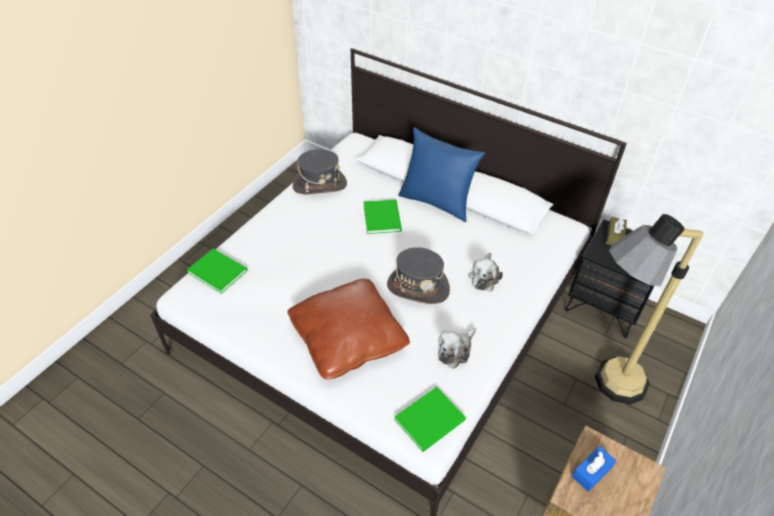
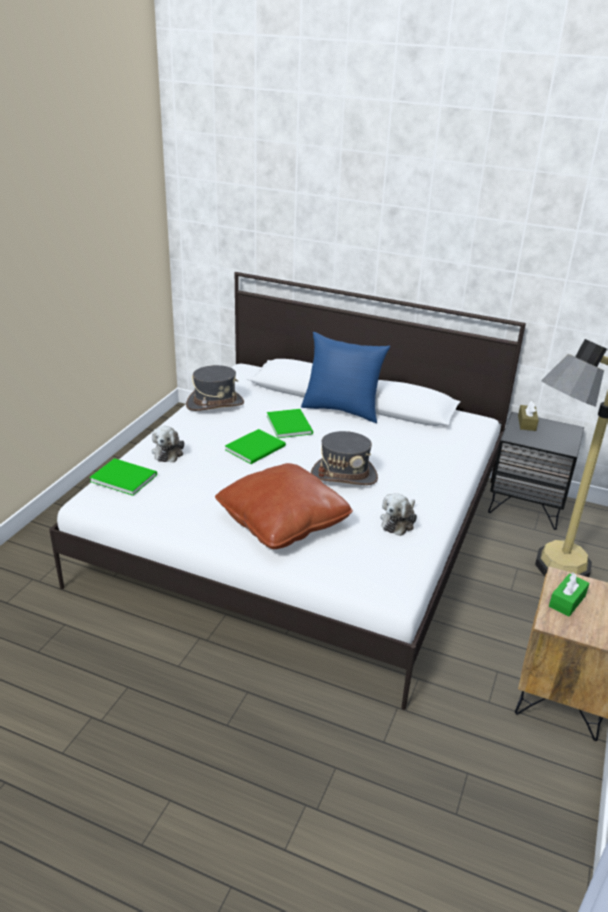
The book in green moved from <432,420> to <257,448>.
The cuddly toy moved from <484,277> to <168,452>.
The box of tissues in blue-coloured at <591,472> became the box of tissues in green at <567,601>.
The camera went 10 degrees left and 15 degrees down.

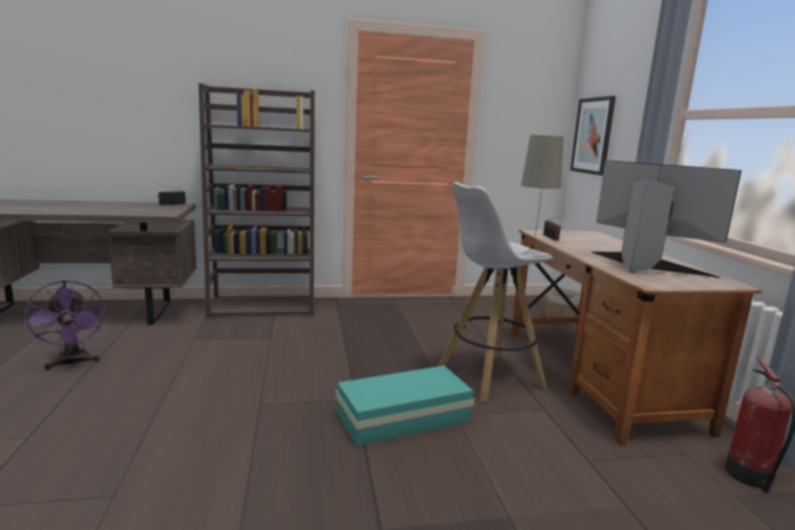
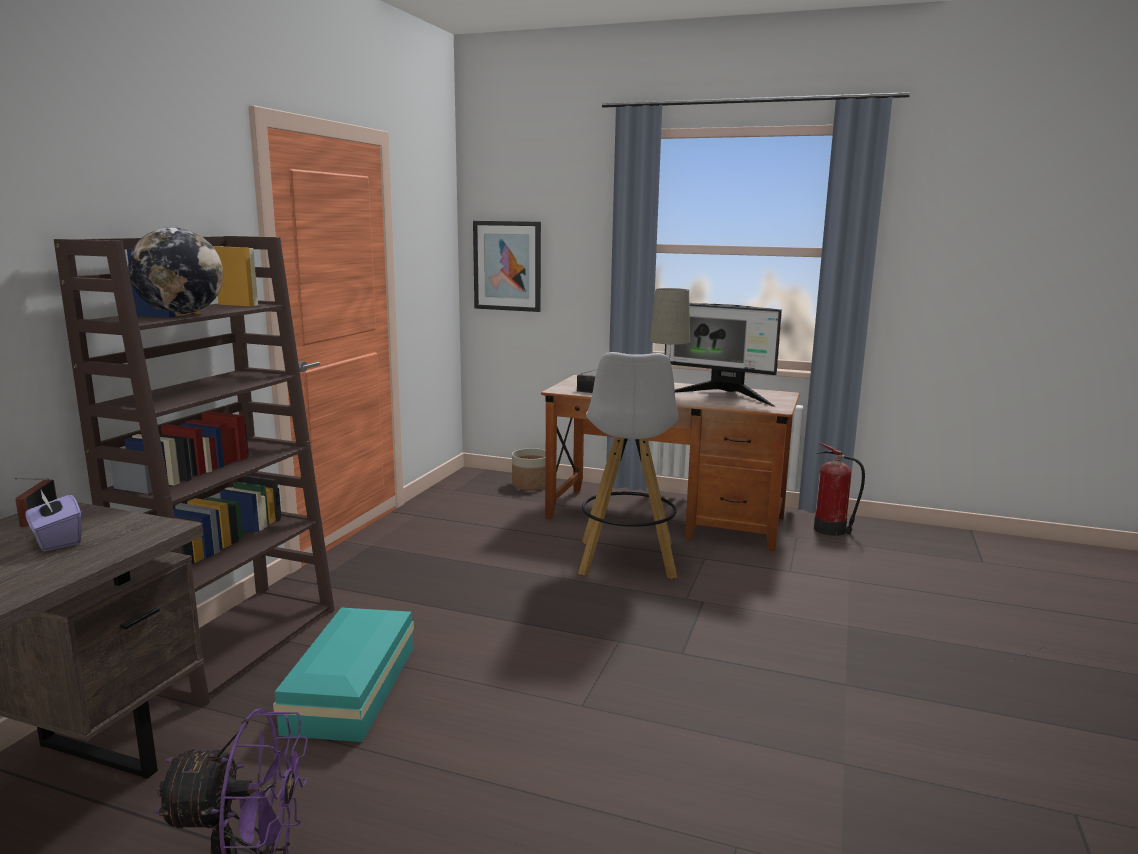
The box of tissues in purple at <57,540> appeared.
The globe at <181,314> appeared.
The storage container in turquoise-coloured moved from <406,418> to <355,687>.
The computer display at <644,266> turned 135 degrees counterclockwise.
The camera went 60 degrees left and 0 degrees up.

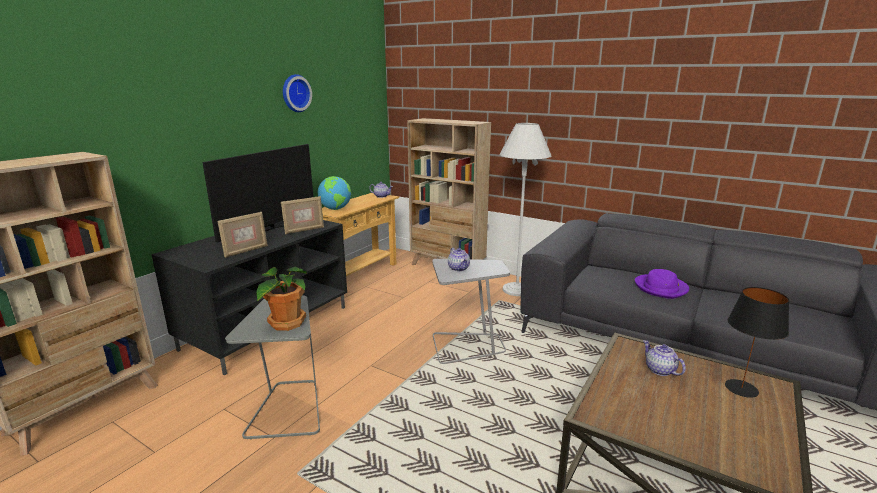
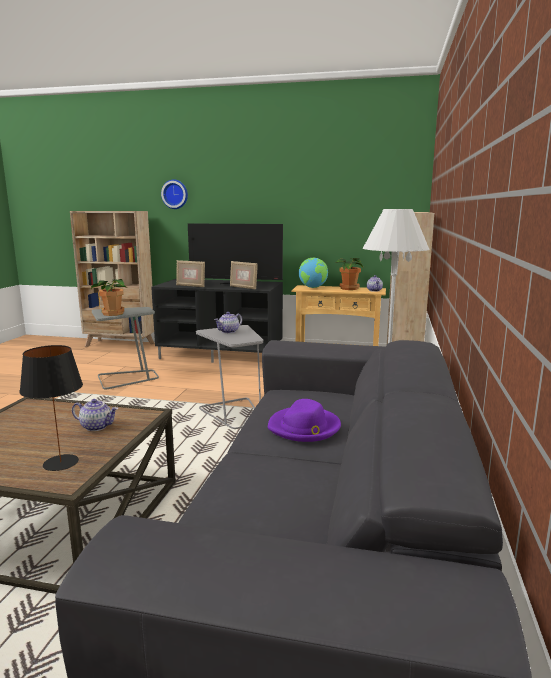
The plant in a pot at <348,288> appeared.
The hanging clock moved from <295,93> to <175,194>.
The tea pot at <659,370> turned 60 degrees clockwise.
The camera went 70 degrees right and 5 degrees down.

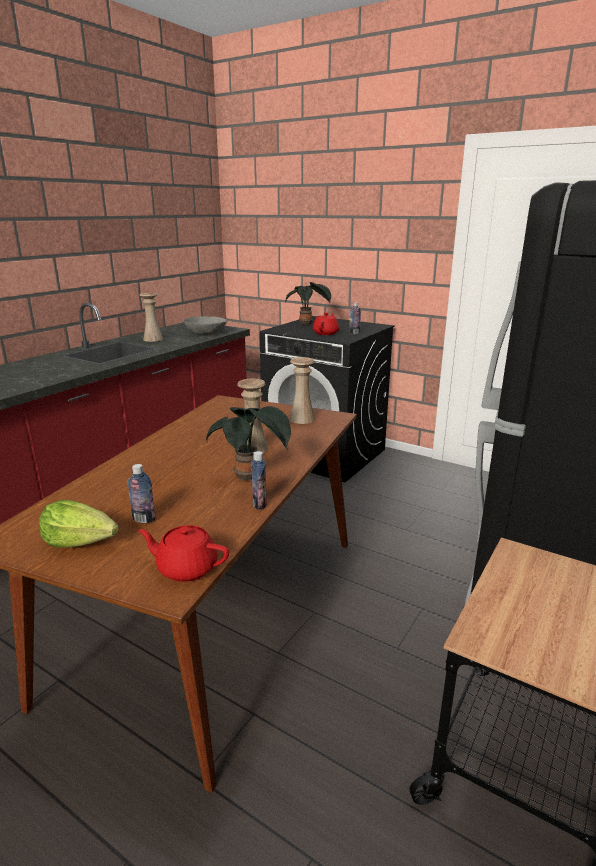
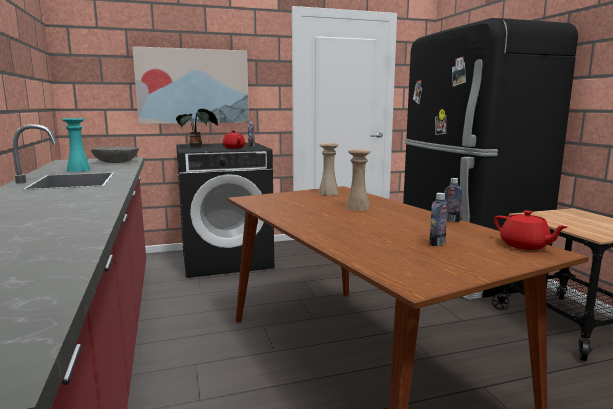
The head of lettuce at <80,541> disappeared.
The plant in a pot at <250,477> disappeared.
The picture at <193,86> appeared.
The vase in sand-coloured at <153,339> became the vase in turquoise-coloured at <79,170>.
The tea pot in red at <186,568> turned 90 degrees counterclockwise.
The camera went 50 degrees left and 10 degrees down.

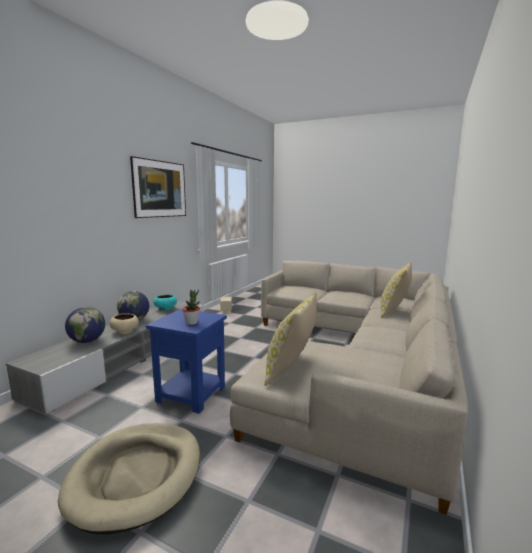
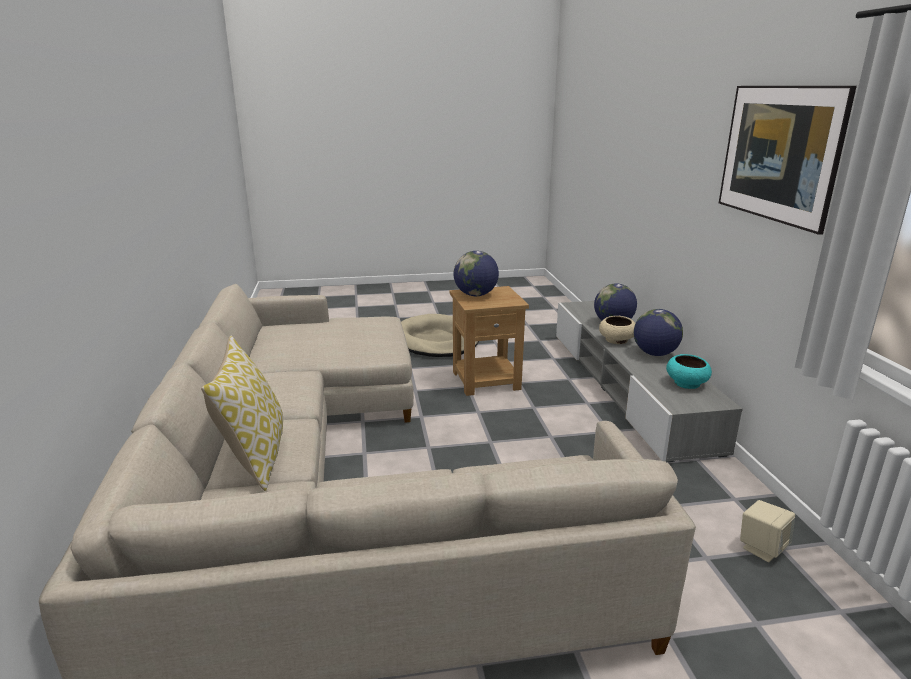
The pillow at <290,369> disappeared.
The plant in a pot at <191,323> was replaced by the globe at <475,295>.
The side table in blue-coloured at <190,394> became the side table in brown at <487,380>.
The camera went 145 degrees right and 10 degrees up.

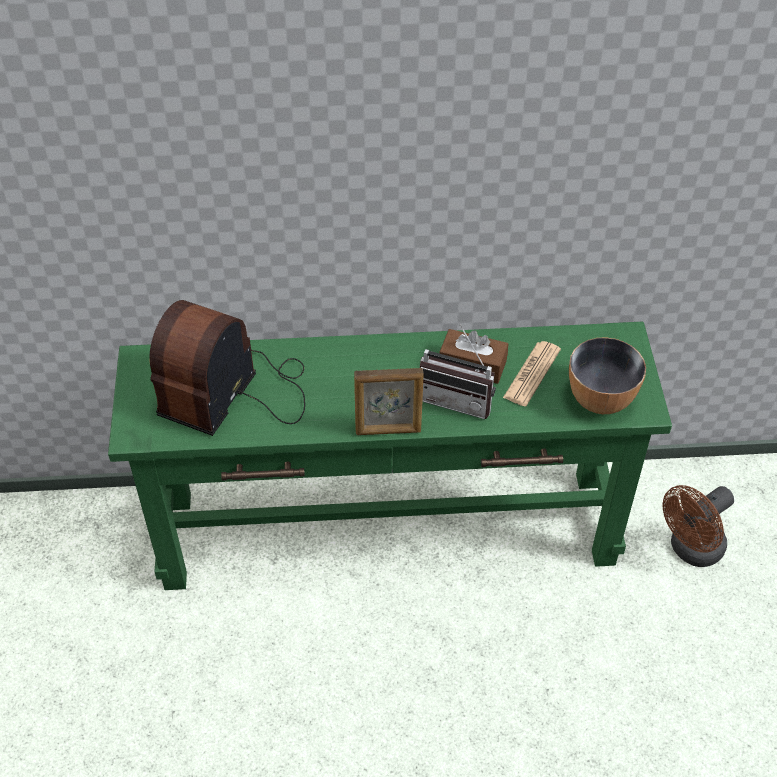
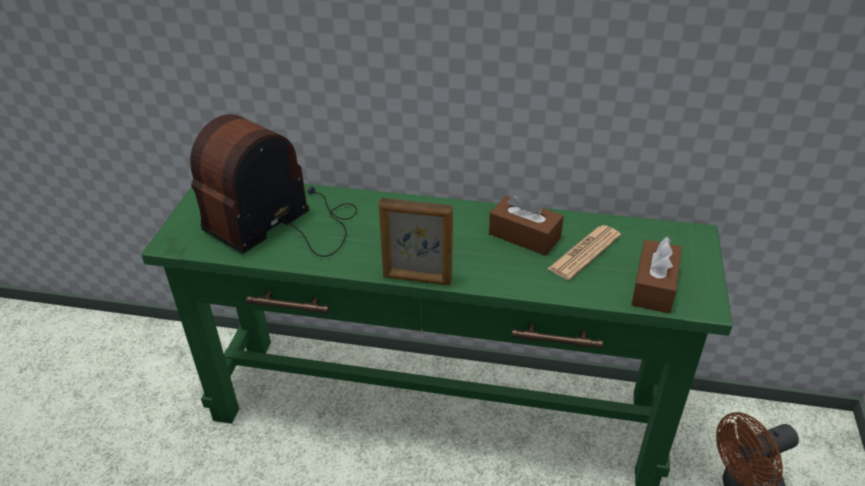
The radio set at <458,399> disappeared.
The bowl at <600,399> was replaced by the box of tissues in brown at <654,286>.
The camera went 15 degrees right and 10 degrees down.

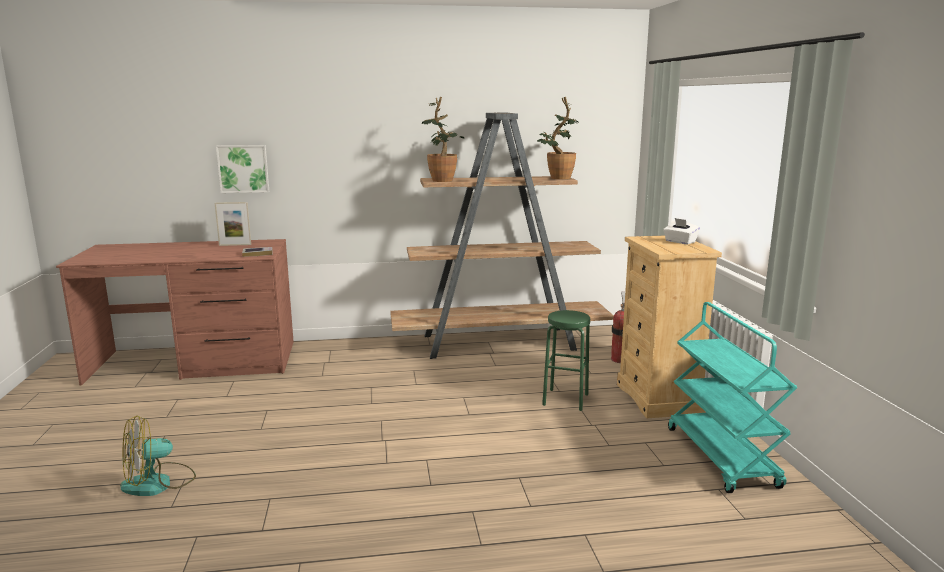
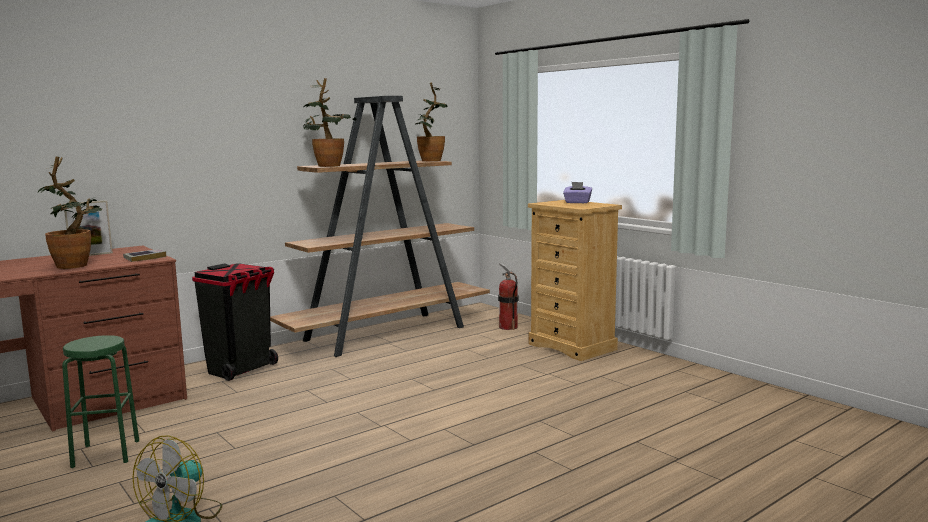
The picture at <243,168> disappeared.
The wheeled cart in turquoise-coloured at <722,457> disappeared.
The plant in a pot at <77,264> appeared.
The trash can in blackish at <240,369> appeared.
The sitting stool in green moved from <565,399> to <106,453>.
The box of tissues in whitish at <680,242> became the box of tissues in purple at <577,202>.
The camera went 30 degrees left and 5 degrees down.

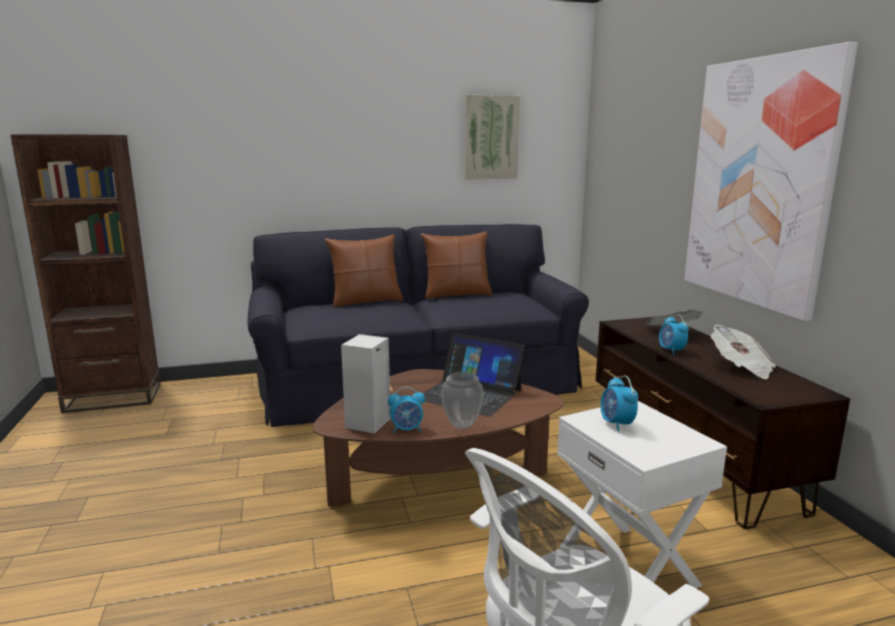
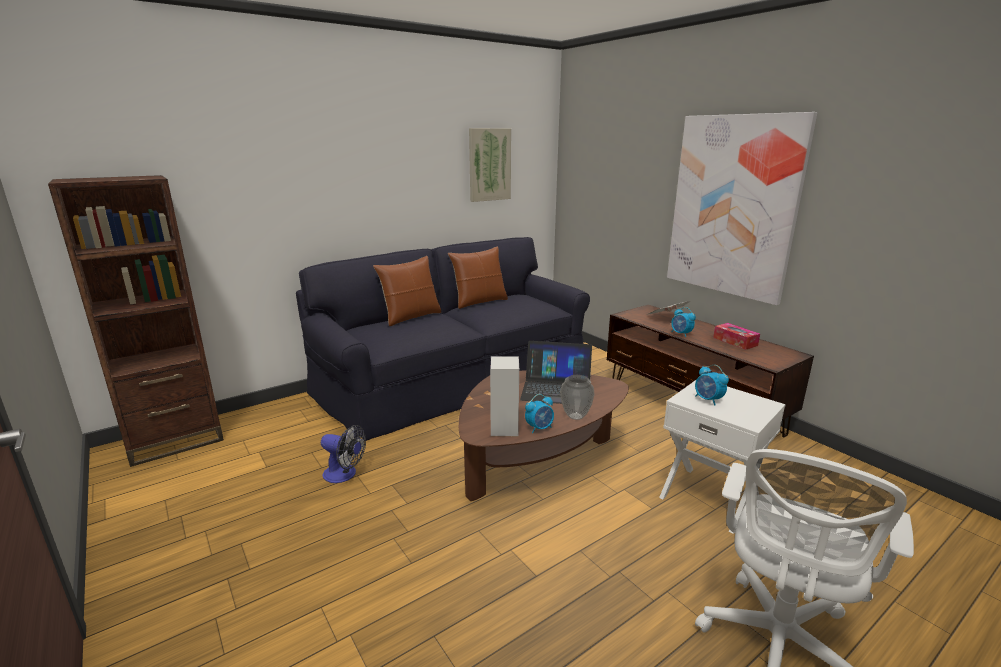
The cooling fan at <345,474> appeared.
The printed paper at <741,367> was replaced by the box of tissues at <735,341>.
The camera went 20 degrees left and 5 degrees up.

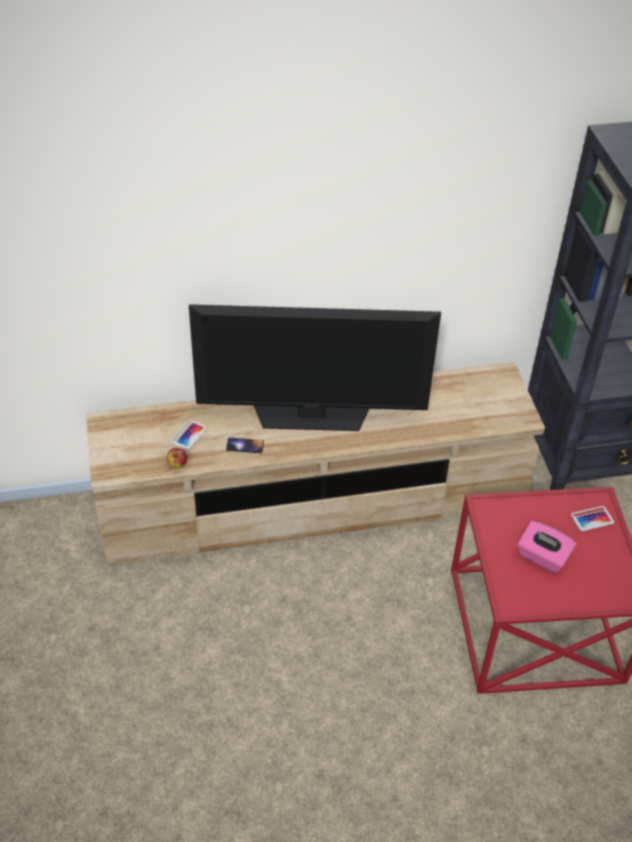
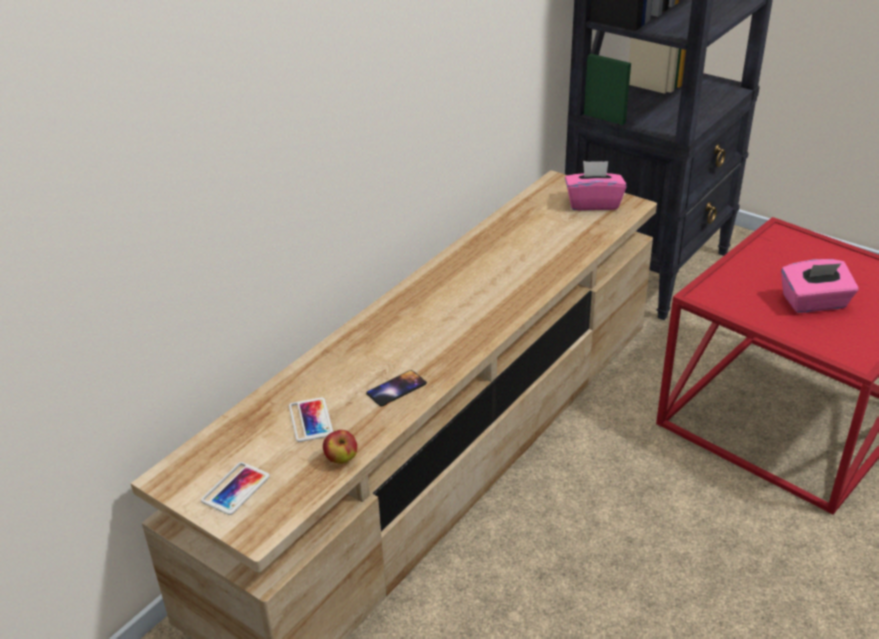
The TV at <311,415> disappeared.
The box of tissues in pinkish at <593,203> appeared.
The phone moved from <592,519> to <235,488>.
The camera went 40 degrees left and 10 degrees down.

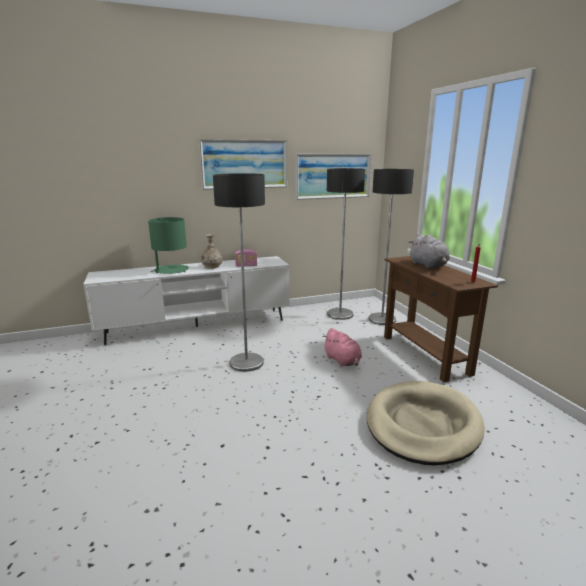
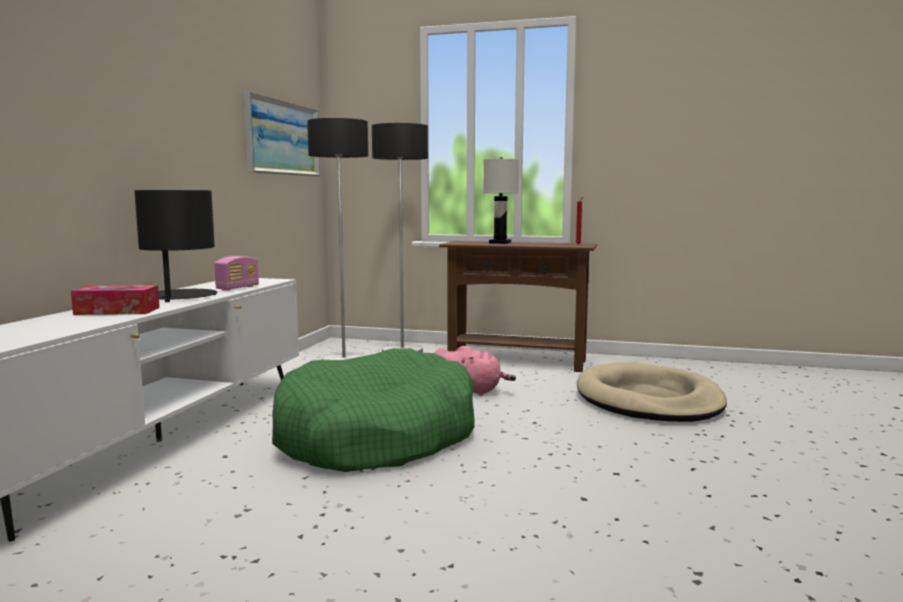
The picture at <244,164> disappeared.
The table lamp in green at <171,270> was replaced by the box of tissues at <117,311>.
The vase at <212,266> was replaced by the table lamp in blackish at <180,297>.
The floor lamp at <247,362> was replaced by the dog bed in green at <376,436>.
The cuddly toy in grey at <428,265> was replaced by the table lamp in whitish at <500,242>.
The camera went 55 degrees left and 10 degrees down.

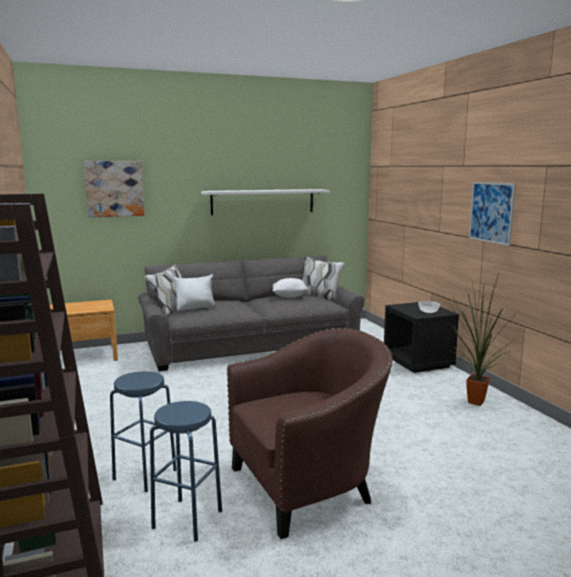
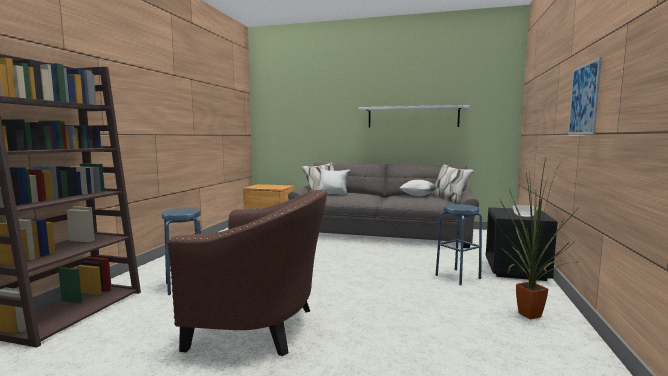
The picture at <114,188> disappeared.
The sitting stool in blue-coloured moved from <187,519> to <458,277>.
The camera went 35 degrees right and 5 degrees down.

